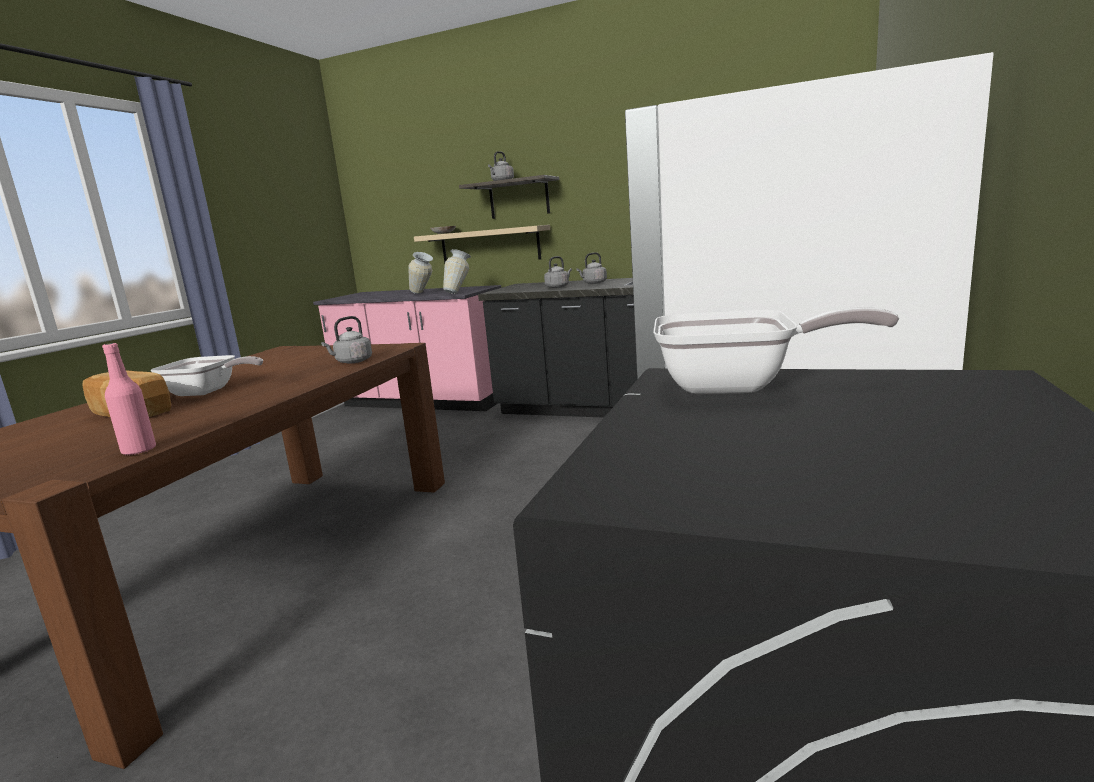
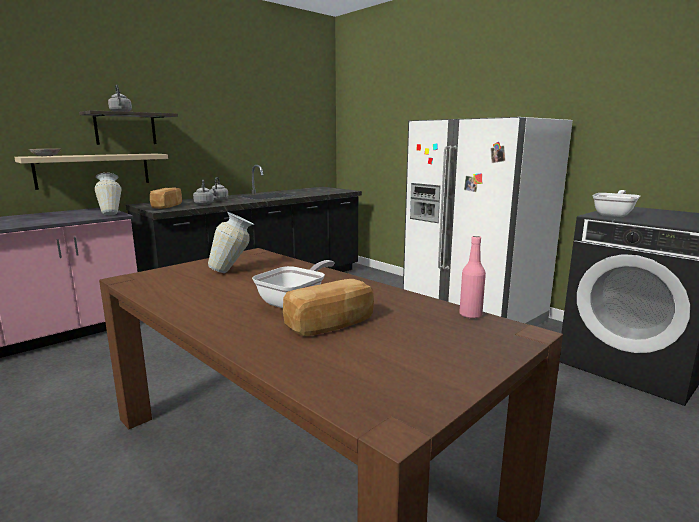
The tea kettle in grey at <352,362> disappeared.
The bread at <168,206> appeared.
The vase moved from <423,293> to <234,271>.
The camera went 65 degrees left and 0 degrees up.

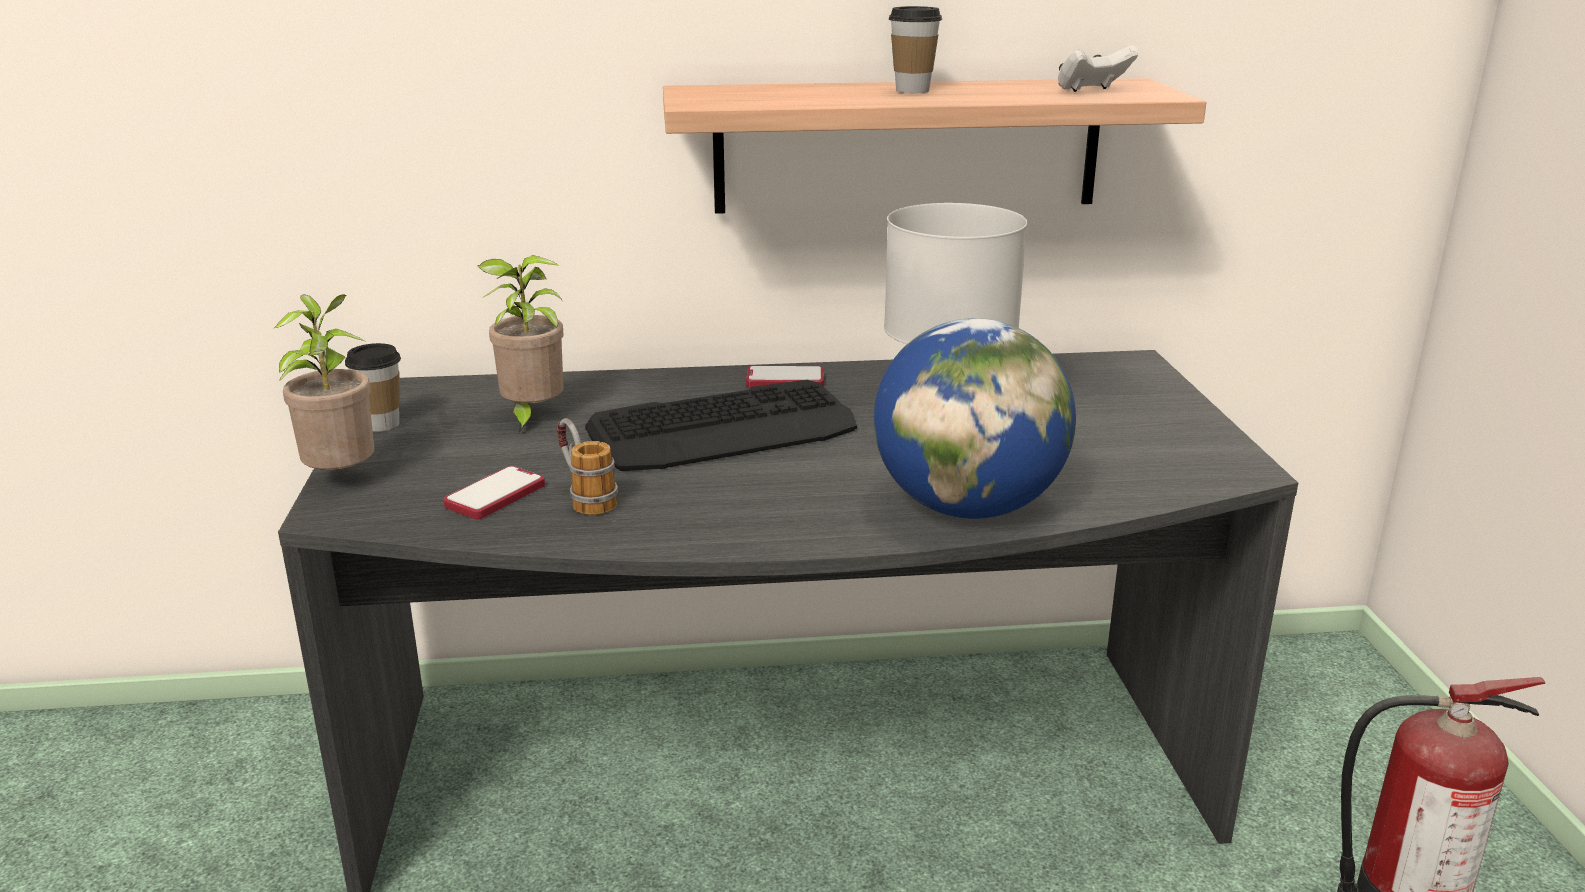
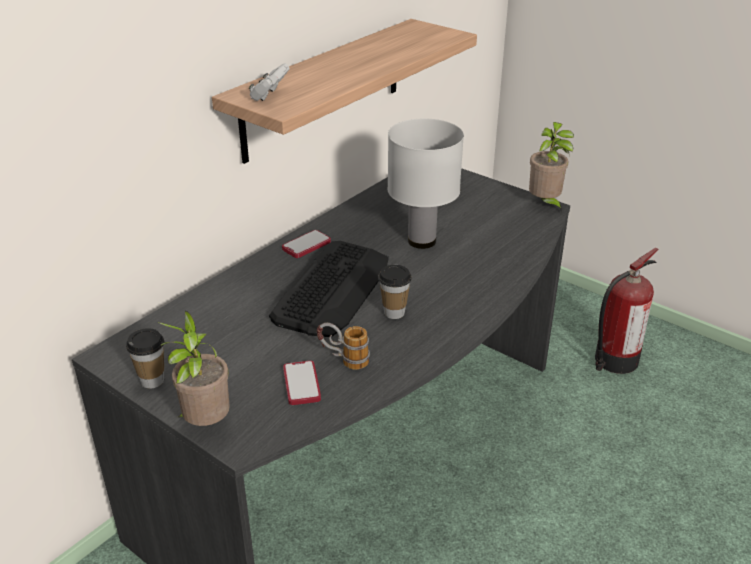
The globe at <967,507> disappeared.
The plant in a pot moved from <531,418> to <545,204>.
The drinking cup moved from <912,90> to <394,312>.
The game controller in whitish moved from <1092,90> to <269,96>.
The camera went 45 degrees left and 10 degrees up.

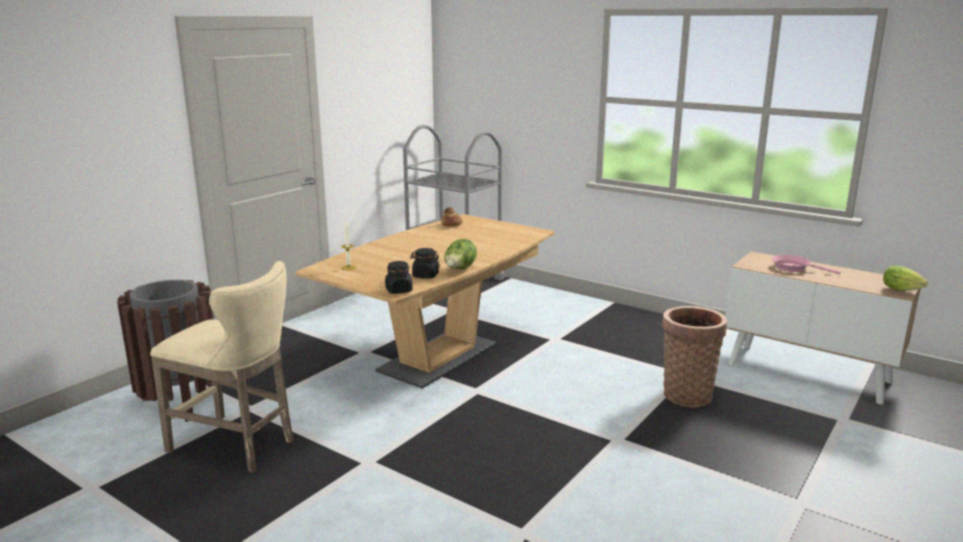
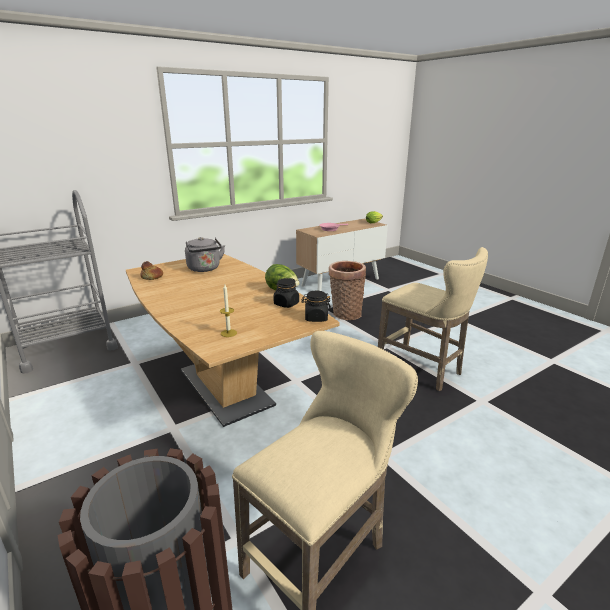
The tea kettle in grey at <205,269> appeared.
The sitting stool in sand-coloured at <423,370> appeared.
The camera went 70 degrees left and 5 degrees up.

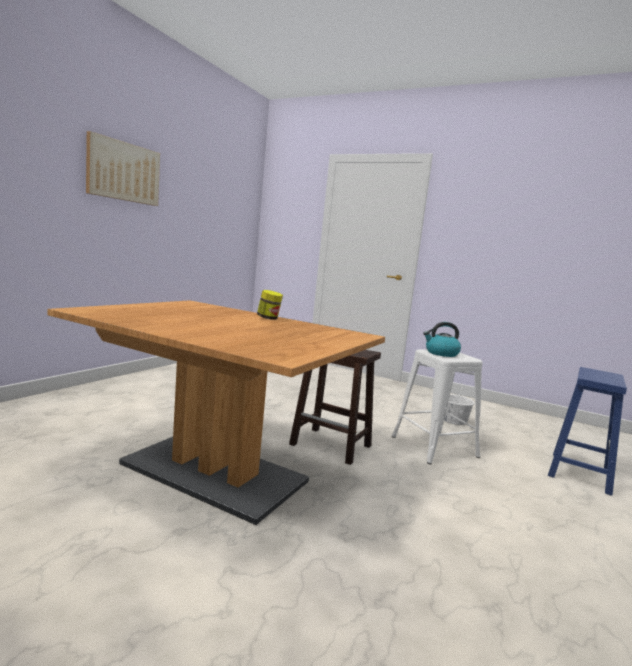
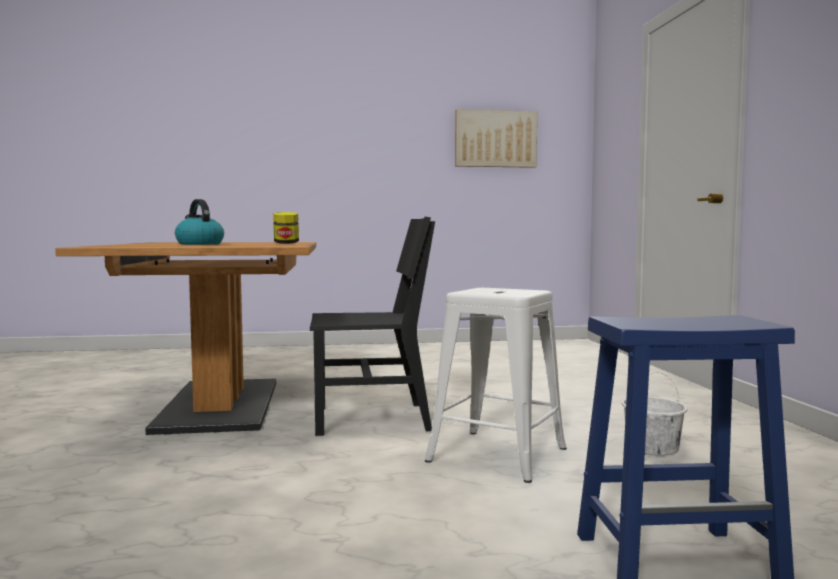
The picture moved from <123,171> to <495,139>.
The tea kettle moved from <441,353> to <199,244>.
The sitting stool in brown at <332,445> was replaced by the upright chair in blackish at <371,419>.
The camera went 55 degrees right and 5 degrees down.

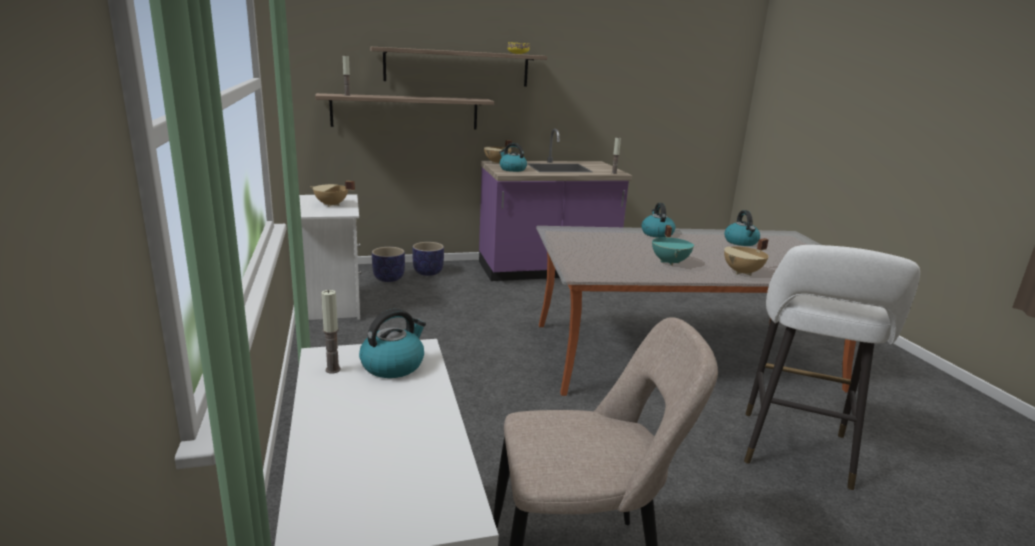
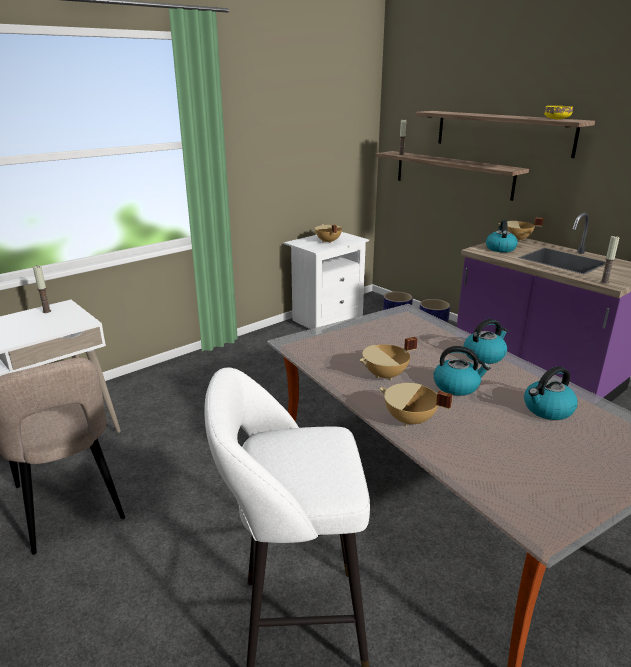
The tea kettle moved from <393,365> to <457,386>.
The cooking pot in turquoise-coloured at <670,262> became the cooking pot in sand-coloured at <385,376>.
The camera went 65 degrees right and 5 degrees up.

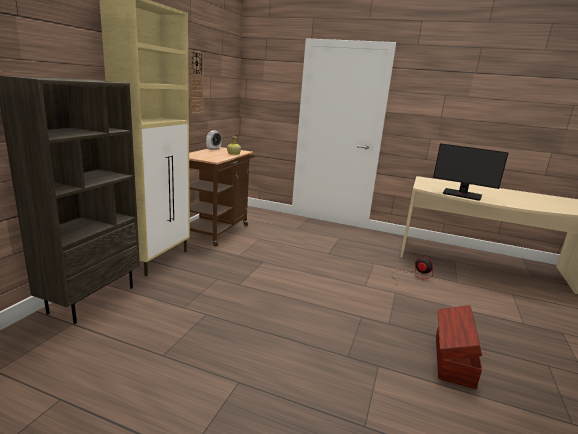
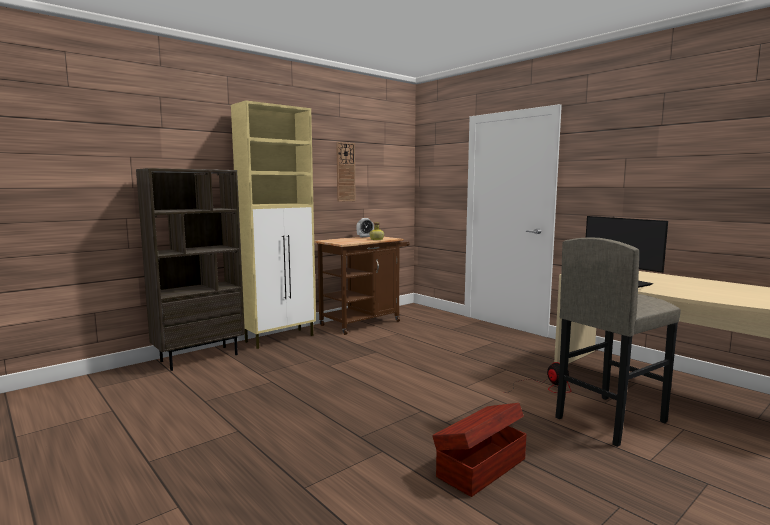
The sitting stool in grey at <609,419> appeared.
The camera went 30 degrees right and 10 degrees down.

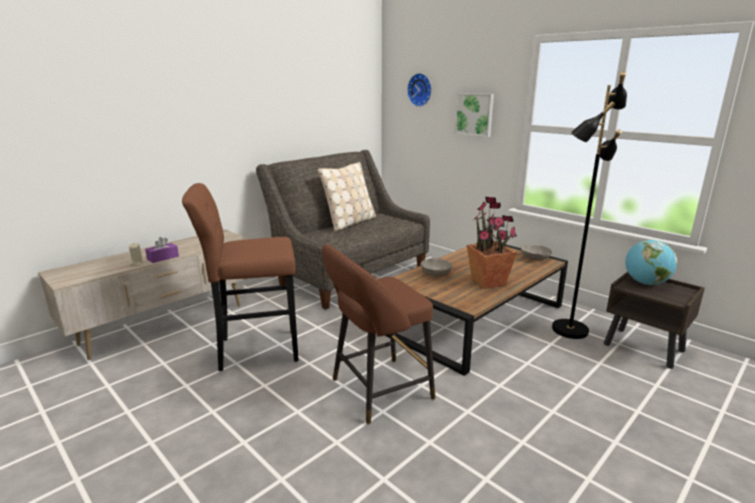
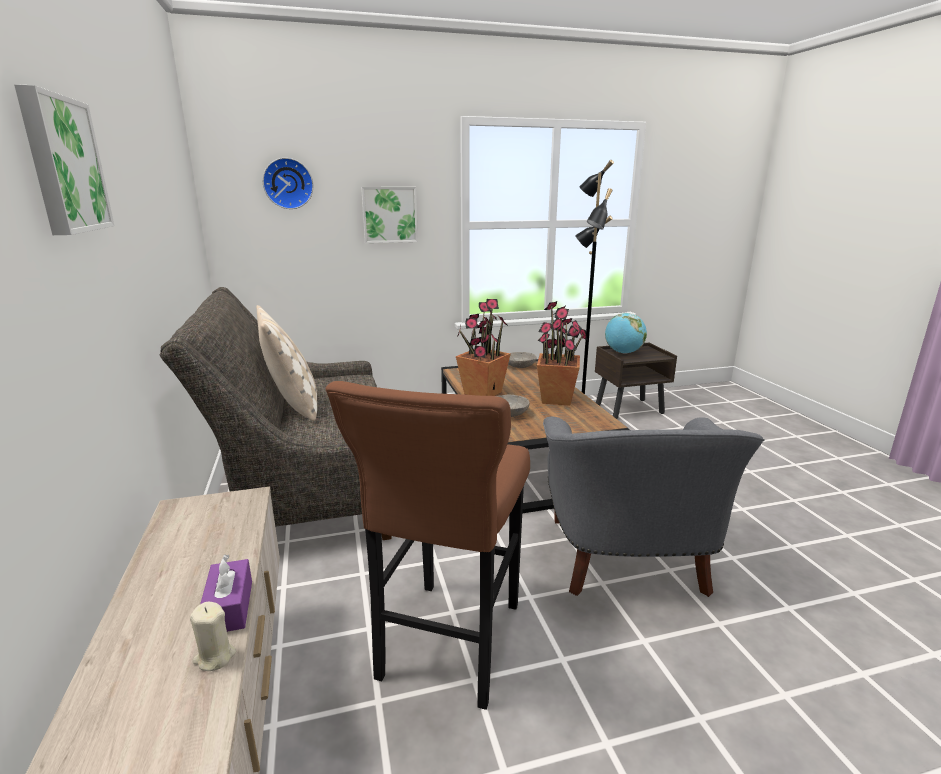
The picture at <62,165> appeared.
The plant in a pot at <482,393> appeared.
The sitting stool in brown at <376,390> was replaced by the easy chair in grey at <626,560>.
The camera went 60 degrees left and 0 degrees up.

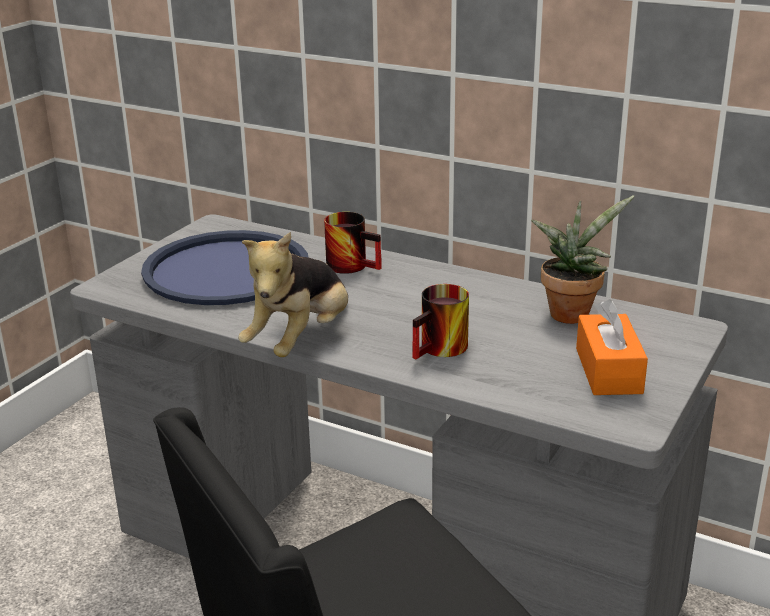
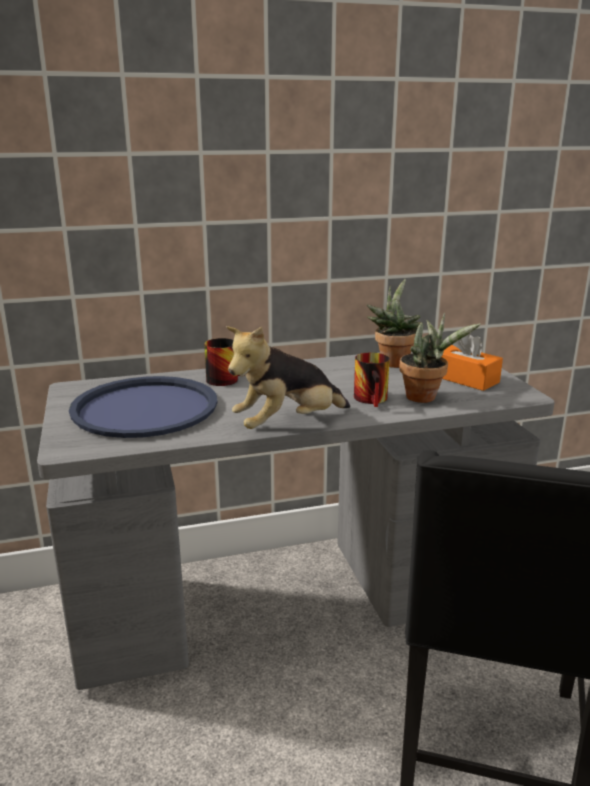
The plant in a pot at <425,397> appeared.
The cuddly toy at <301,340> turned 75 degrees clockwise.
The camera went 45 degrees left and 5 degrees down.

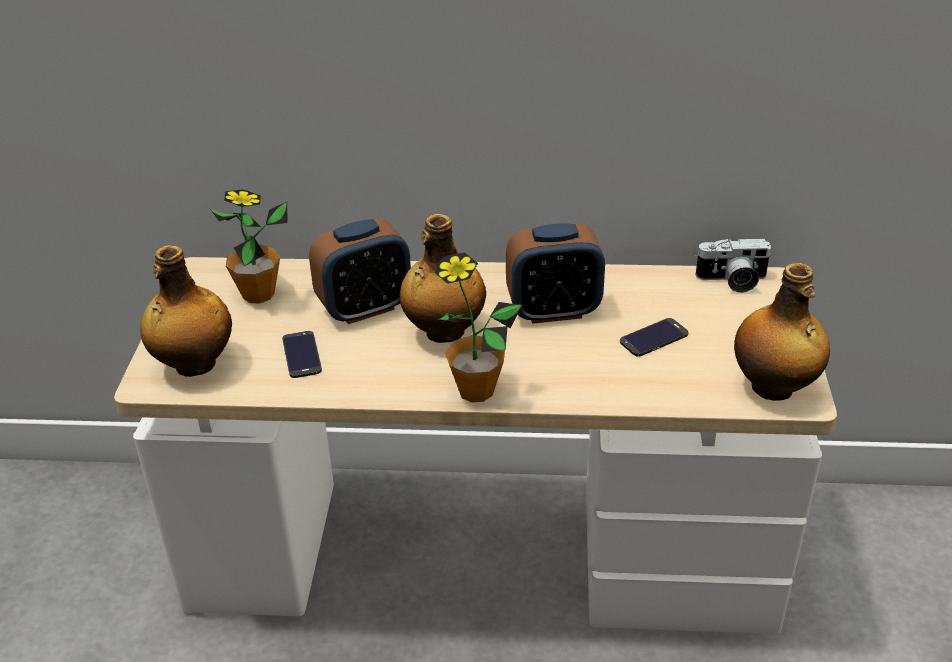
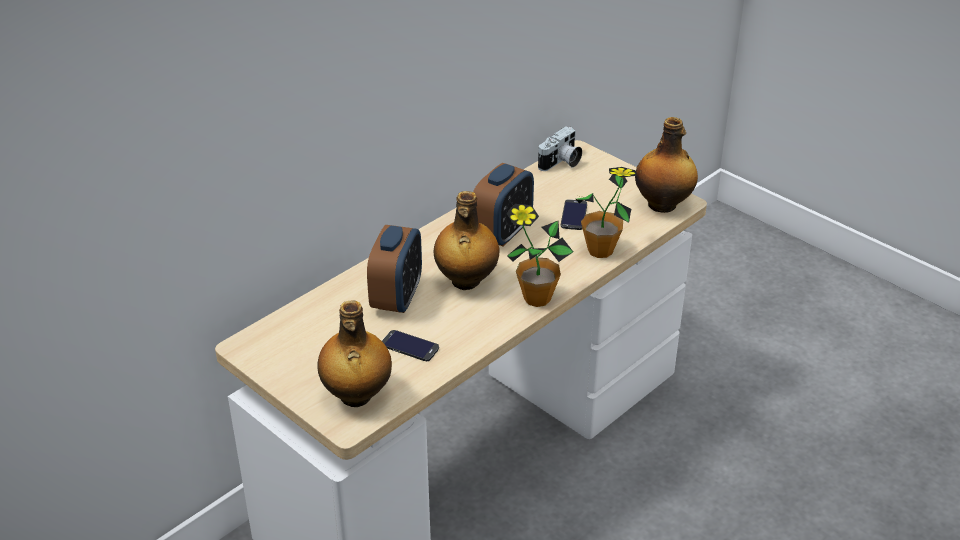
The plant in a pot moved from <258,294> to <600,250>.
The camera went 50 degrees left and 0 degrees up.

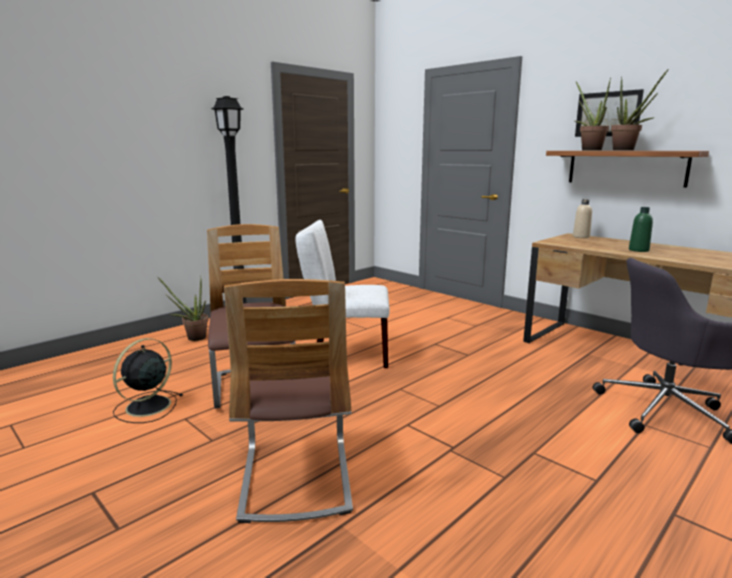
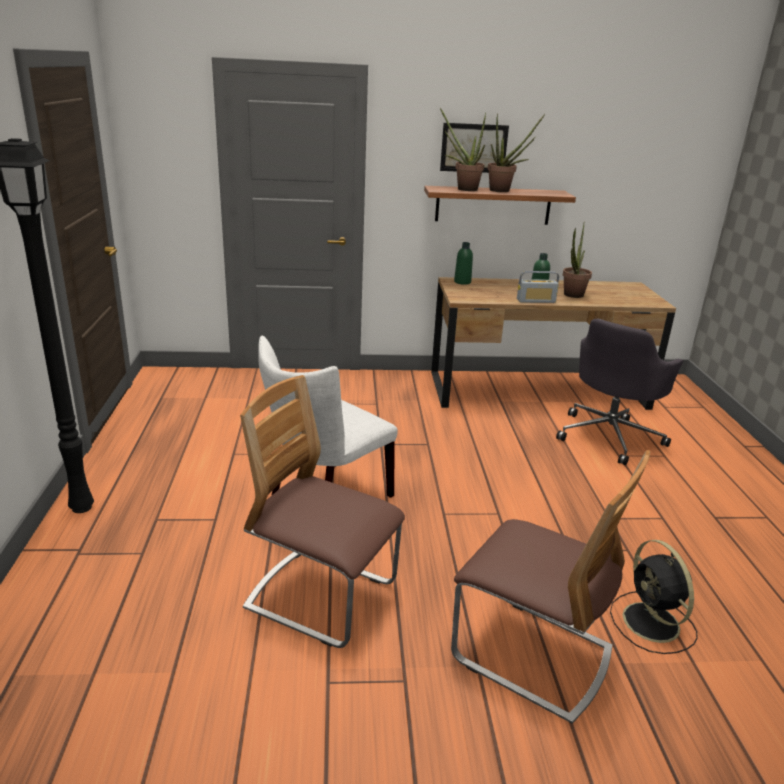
The radio set at <536,301> appeared.
The cooling fan in blackish moved from <146,407> to <652,624>.
The plant in a pot moved from <192,338> to <572,296>.
The beverage bottle in sand-coloured at <581,237> became the beverage bottle in green at <462,282>.
The camera went 50 degrees left and 10 degrees up.

